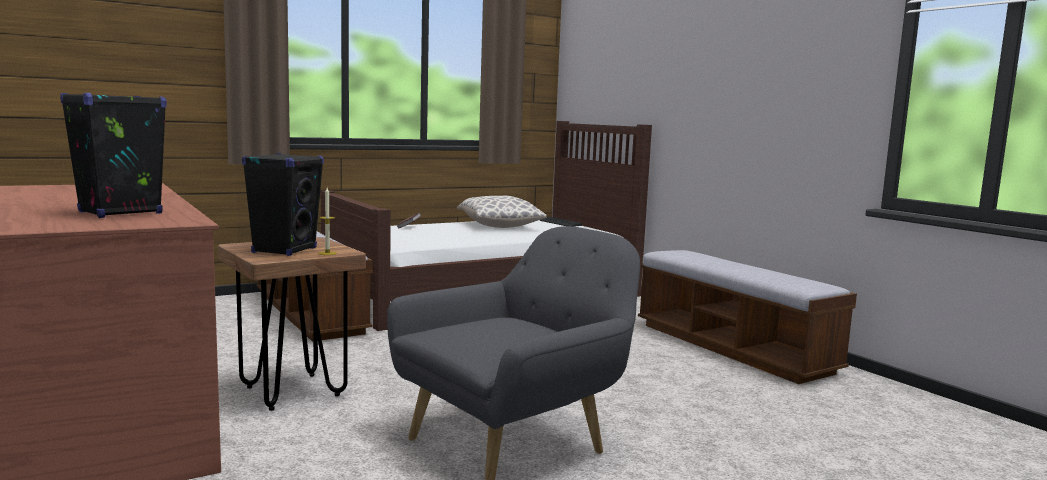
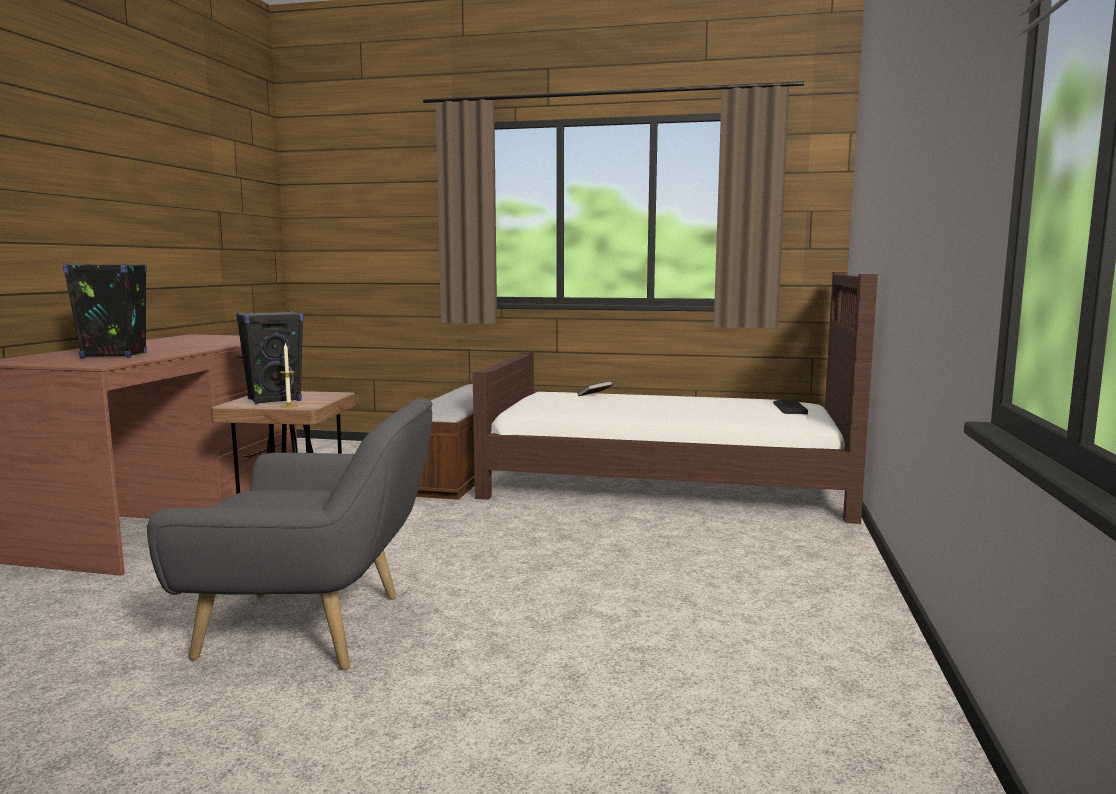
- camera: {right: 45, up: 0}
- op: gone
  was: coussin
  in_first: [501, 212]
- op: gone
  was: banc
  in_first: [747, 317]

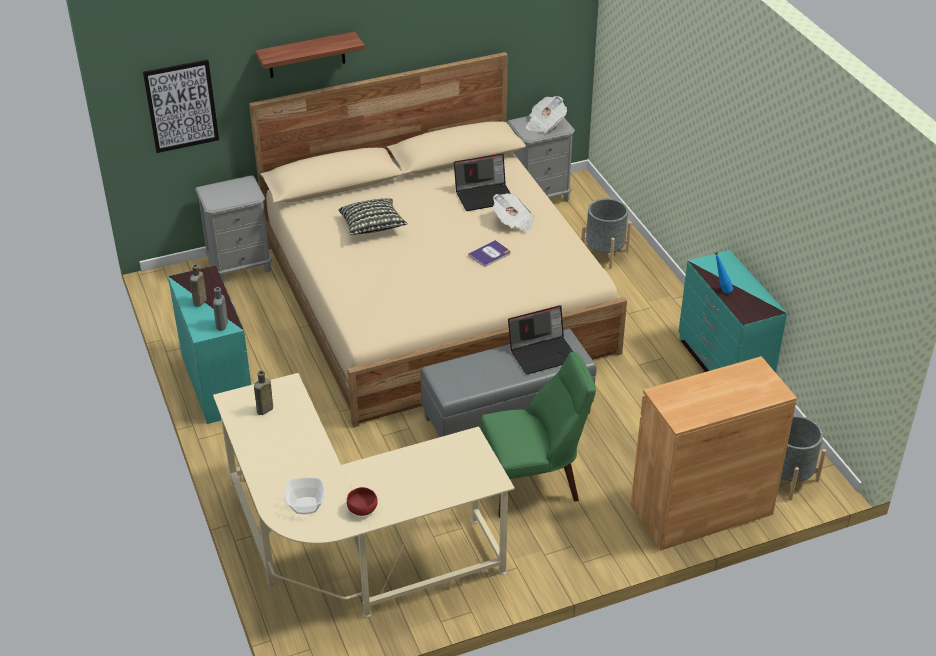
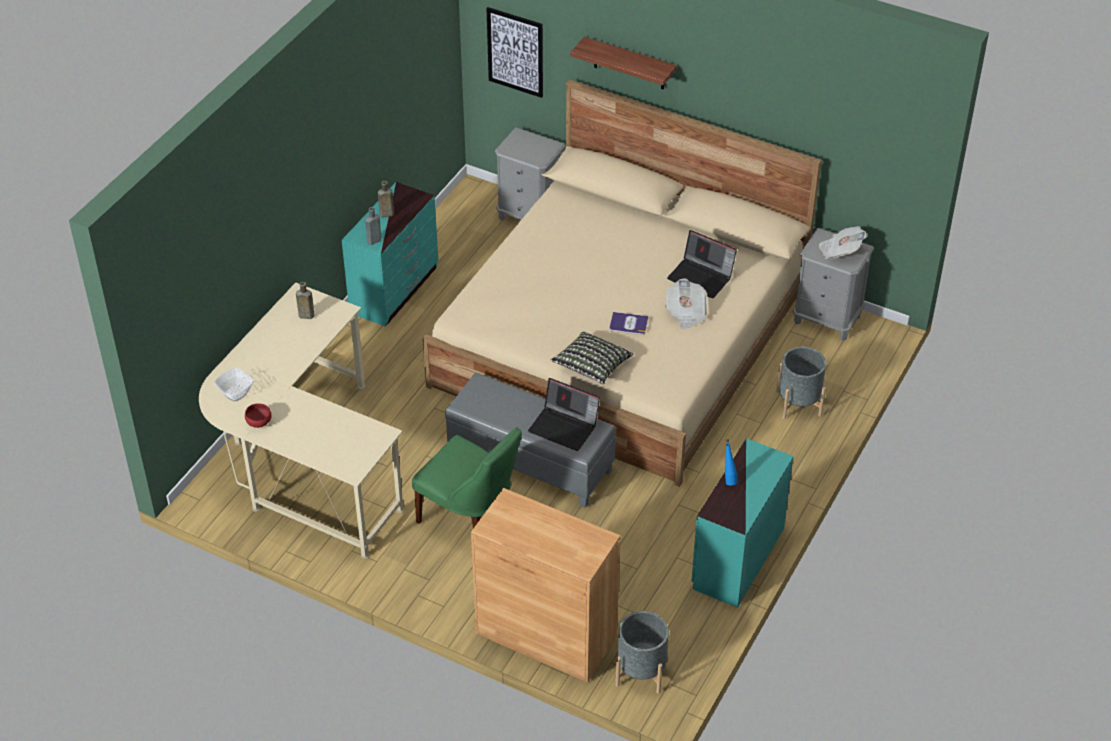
- camera: {right: 50, up: 5}
- op: shifted
  was: coussin
  in_first: [373, 216]
  in_second: [591, 357]

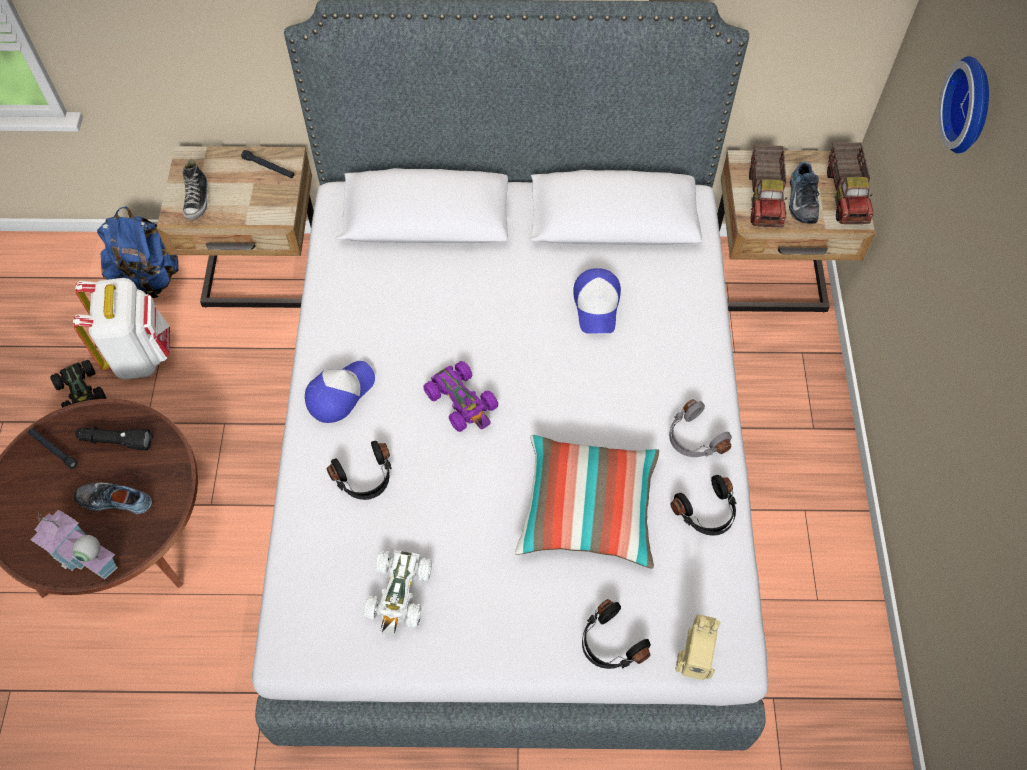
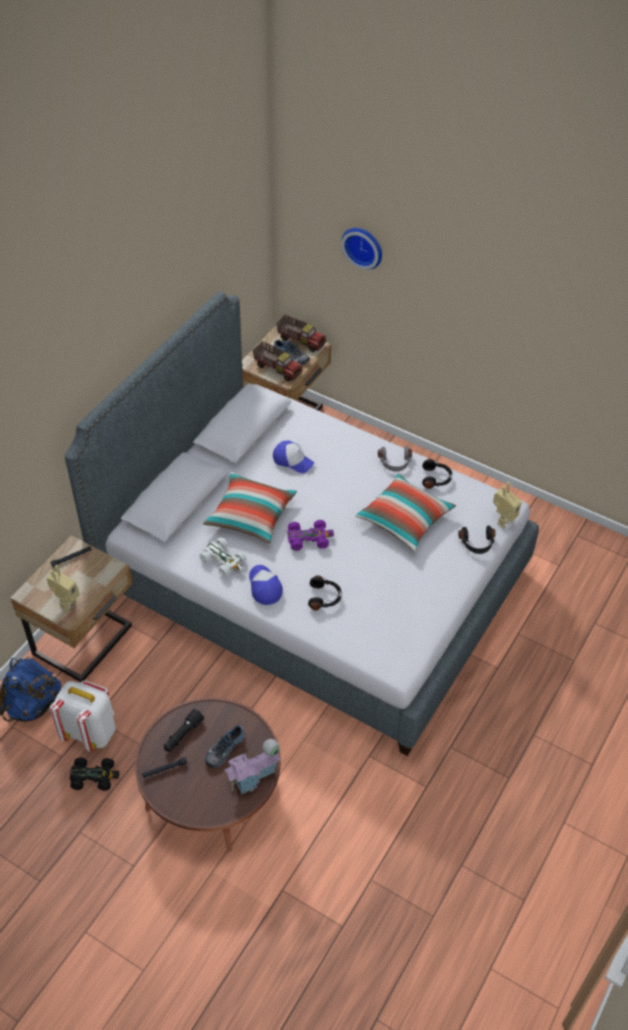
- camera: {right: -60, up: -10}
- op: swapped
  was: chaussure
  now: robot jouet
  in_first: [194, 189]
  in_second: [63, 588]
- op: shifted
  was: petite voiture [blanc]
  in_first: [397, 593]
  in_second: [223, 557]
- op: new
  now: coussin
  in_second: [250, 507]

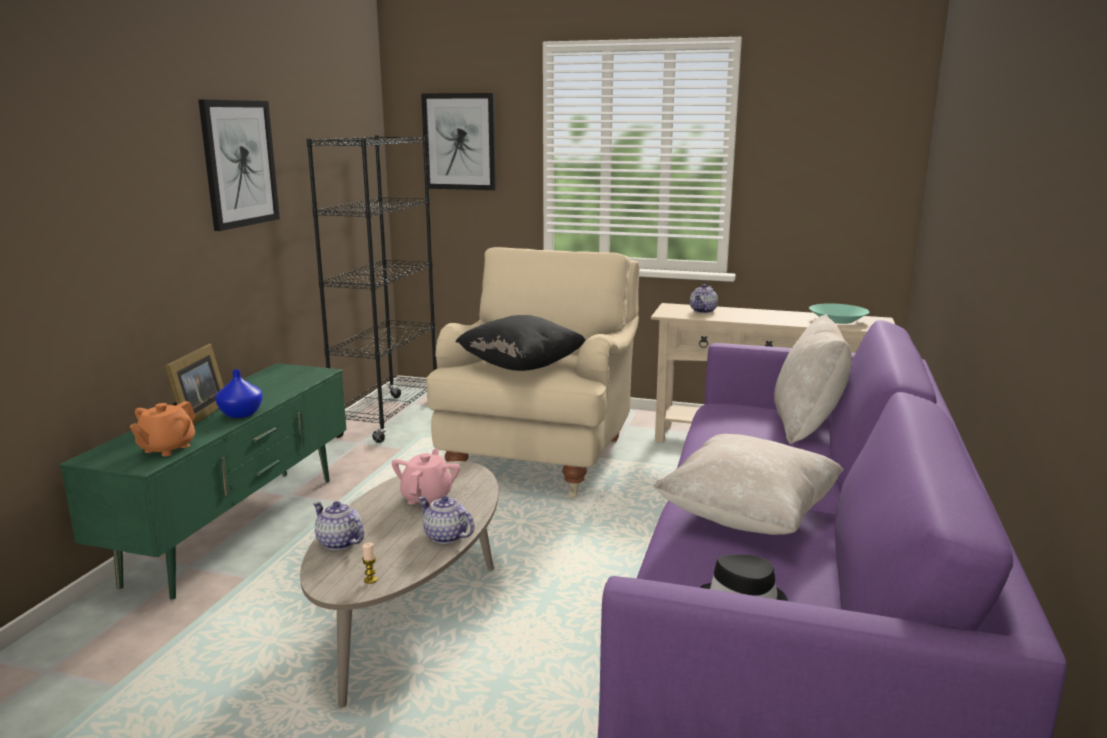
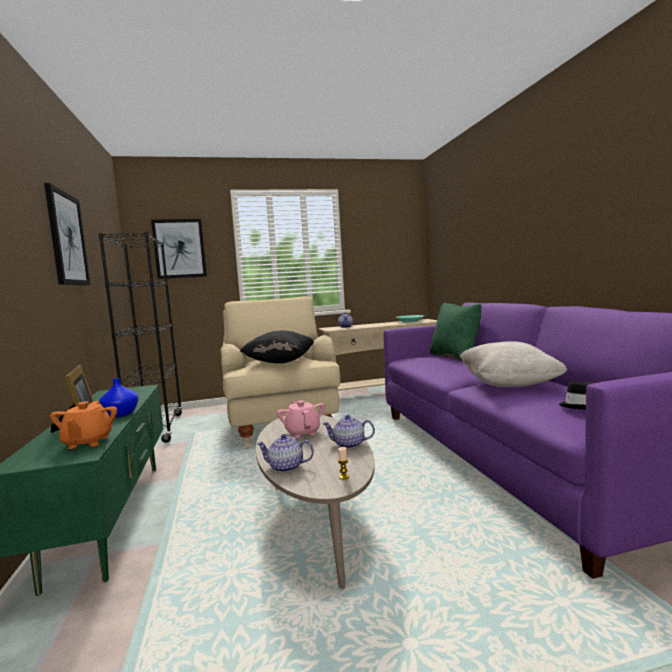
- camera: {right: -30, up: -10}
- op: repainted
  was: coussin [beige]
  now: coussin [vert]
  in_first: [813, 379]
  in_second: [456, 332]

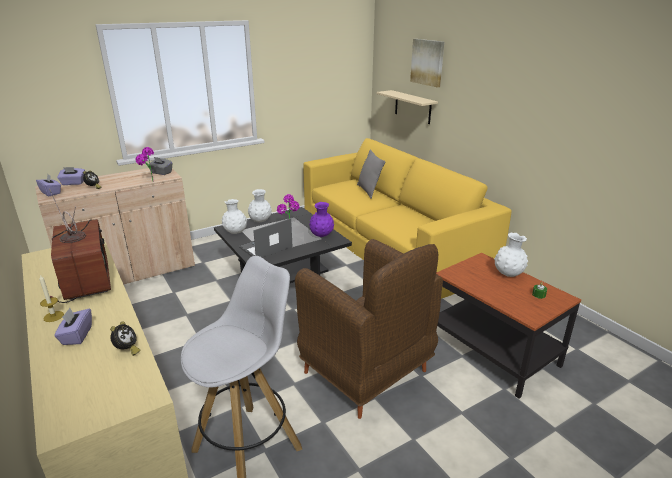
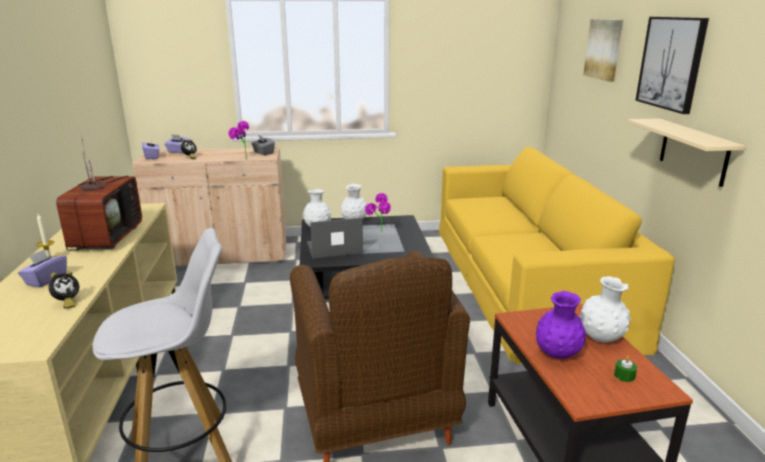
- camera: {right: 25, up: -5}
- op: shifted
  was: vase [violet]
  in_first: [321, 219]
  in_second: [561, 325]
- op: gone
  was: coussin [gris]
  in_first: [371, 174]
- op: shifted
  was: étagère [beige]
  in_first: [407, 107]
  in_second: [687, 152]
- op: new
  now: tableau
  in_second: [672, 65]

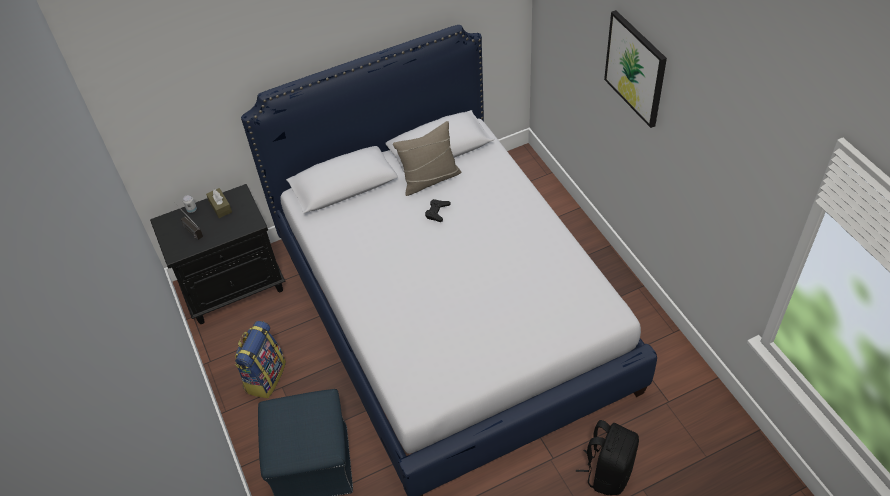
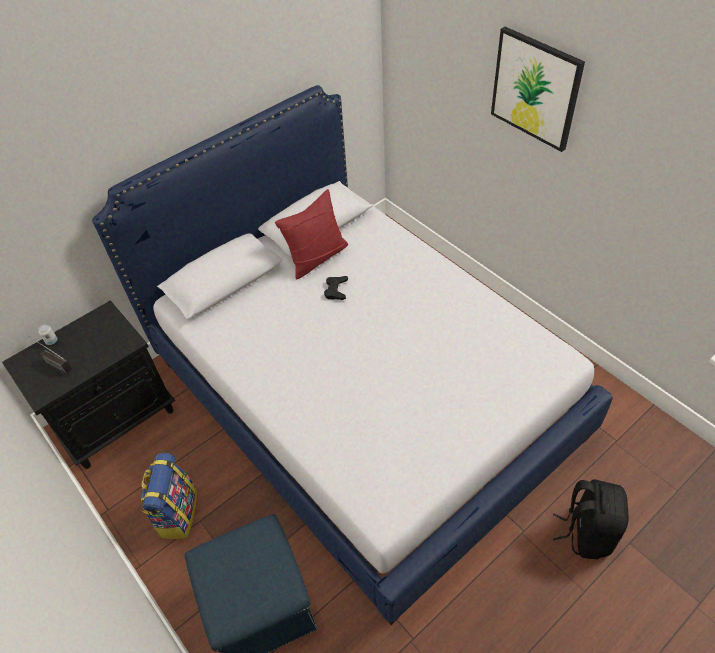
- camera: {right: -15, up: 0}
- op: gone
  was: boîte à mouchoirs [marron]
  in_first: [219, 203]
- op: repainted
  was: coussin [beige]
  now: coussin [rouge]
  in_first: [427, 158]
  in_second: [311, 234]

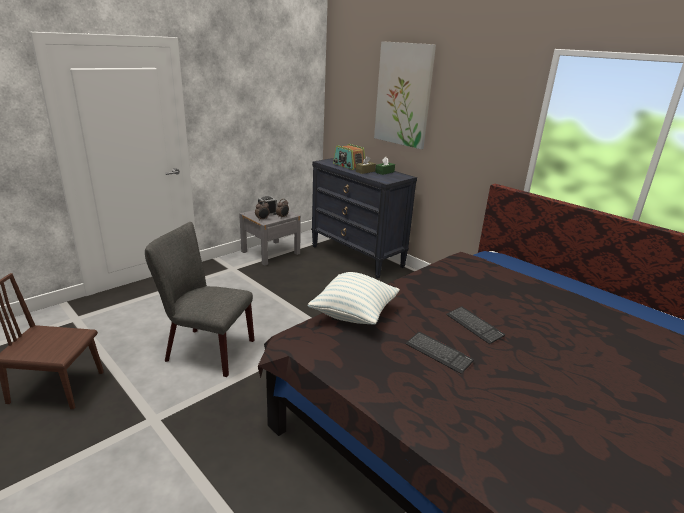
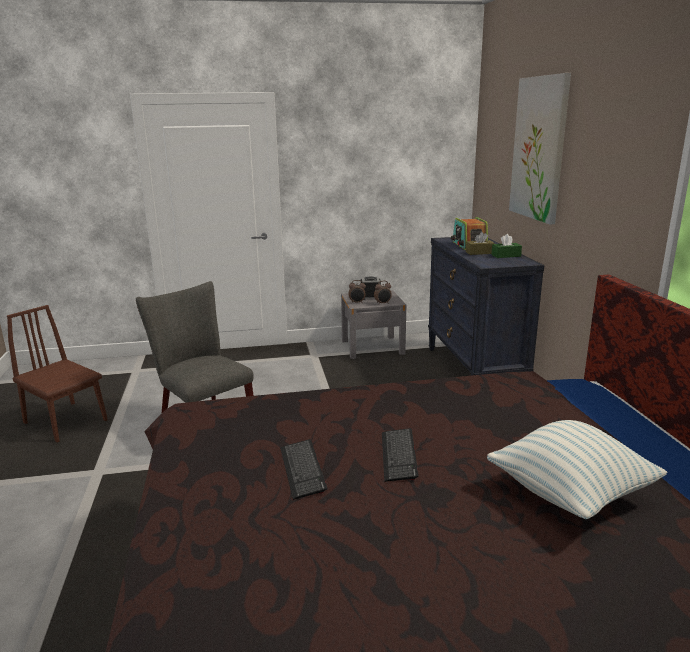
- camera: {right: 35, up: -5}
- op: shifted
  was: coussin
  in_first: [354, 298]
  in_second: [577, 469]

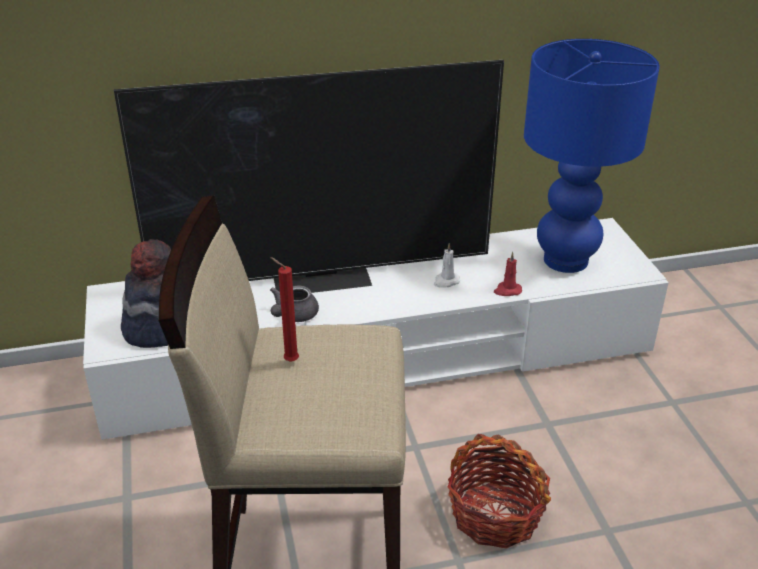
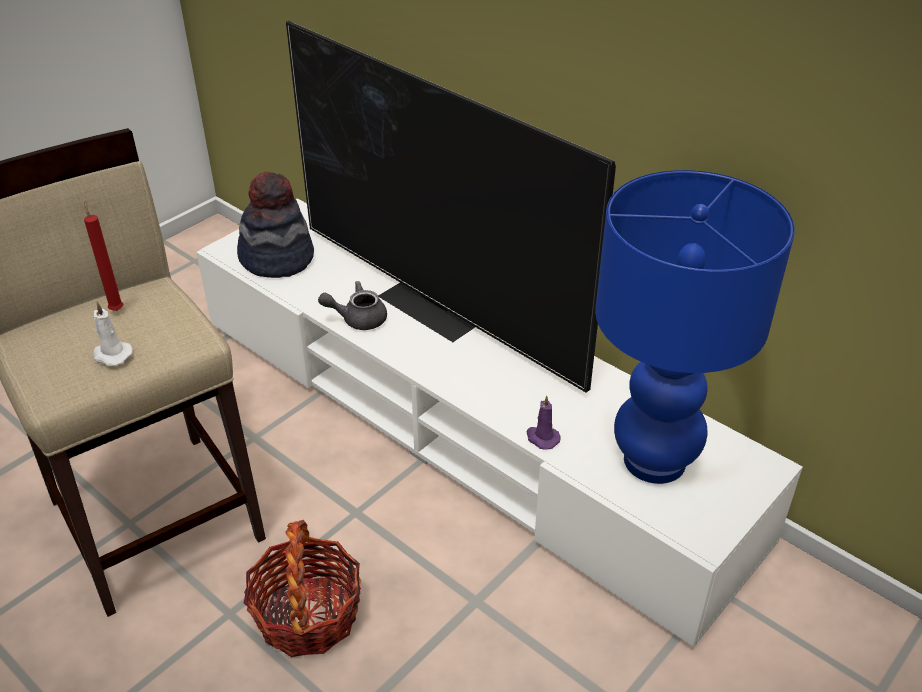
- camera: {right: 55, up: 5}
- op: shifted
  was: bougie [blanc]
  in_first: [447, 265]
  in_second: [113, 334]
- op: repainted
  was: bougie [rouge]
  now: bougie [violet]
  in_first: [508, 274]
  in_second: [543, 422]

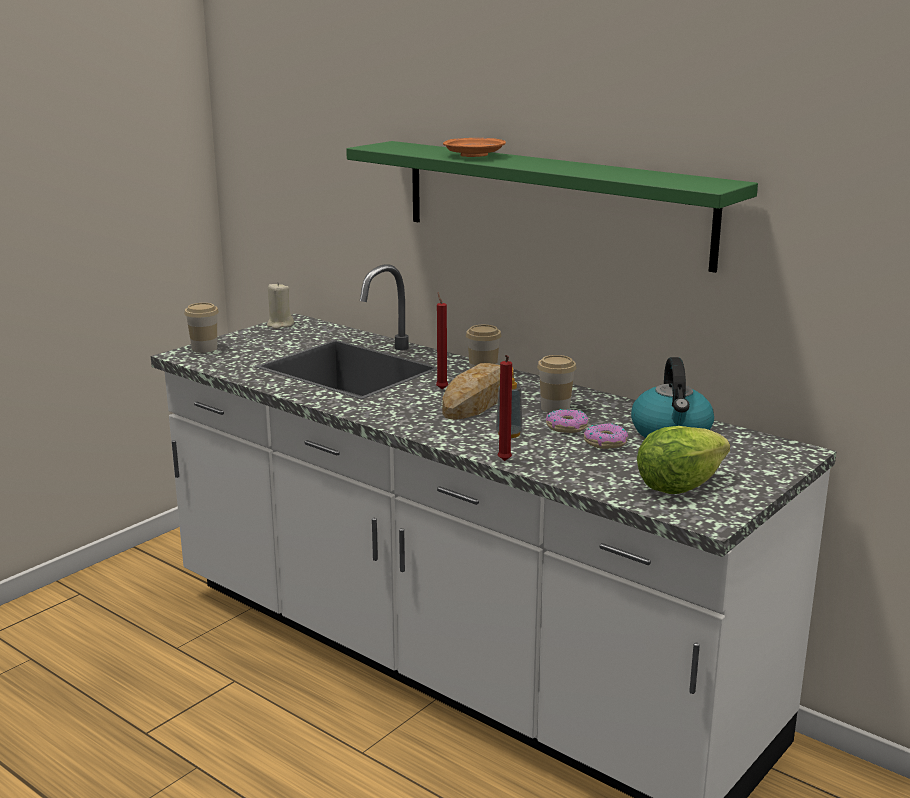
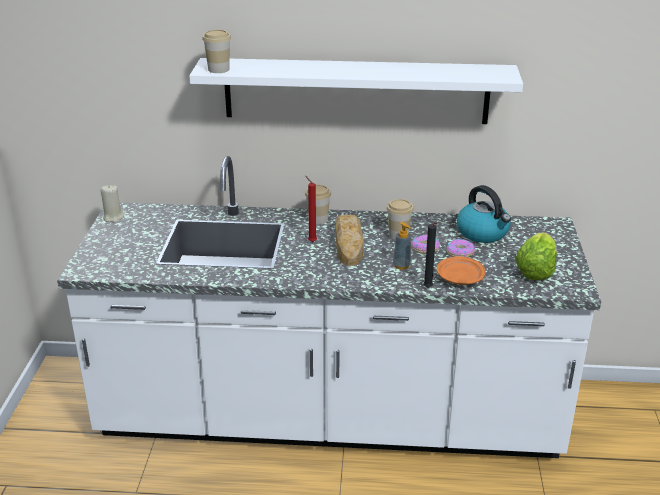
- camera: {right: -35, up: 10}
- op: shifted
  was: tasse
  in_first: [202, 328]
  in_second: [216, 51]
- op: repainted
  was: étagère [vert]
  now: étagère [blanc]
  in_first: [552, 207]
  in_second: [356, 91]
- op: shifted
  was: assiette [orange]
  in_first: [474, 147]
  in_second: [461, 270]
- op: repainted
  was: bougie [rouge]
  now: bougie [noir]
  in_first: [505, 408]
  in_second: [431, 255]

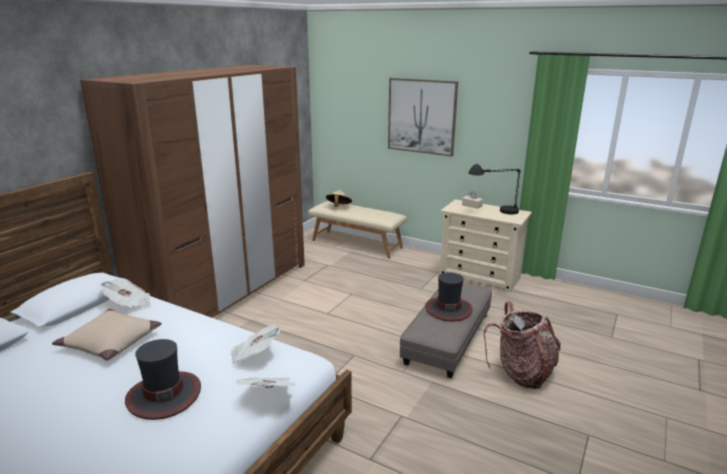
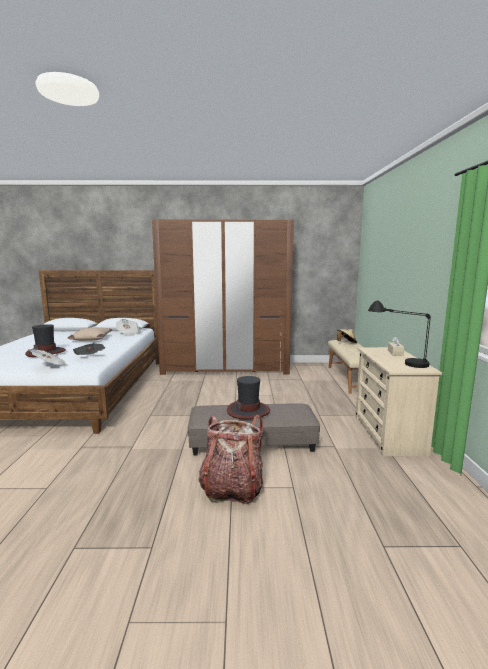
- camera: {right: 60, up: -10}
- op: gone
  was: tableau
  in_first: [423, 117]

